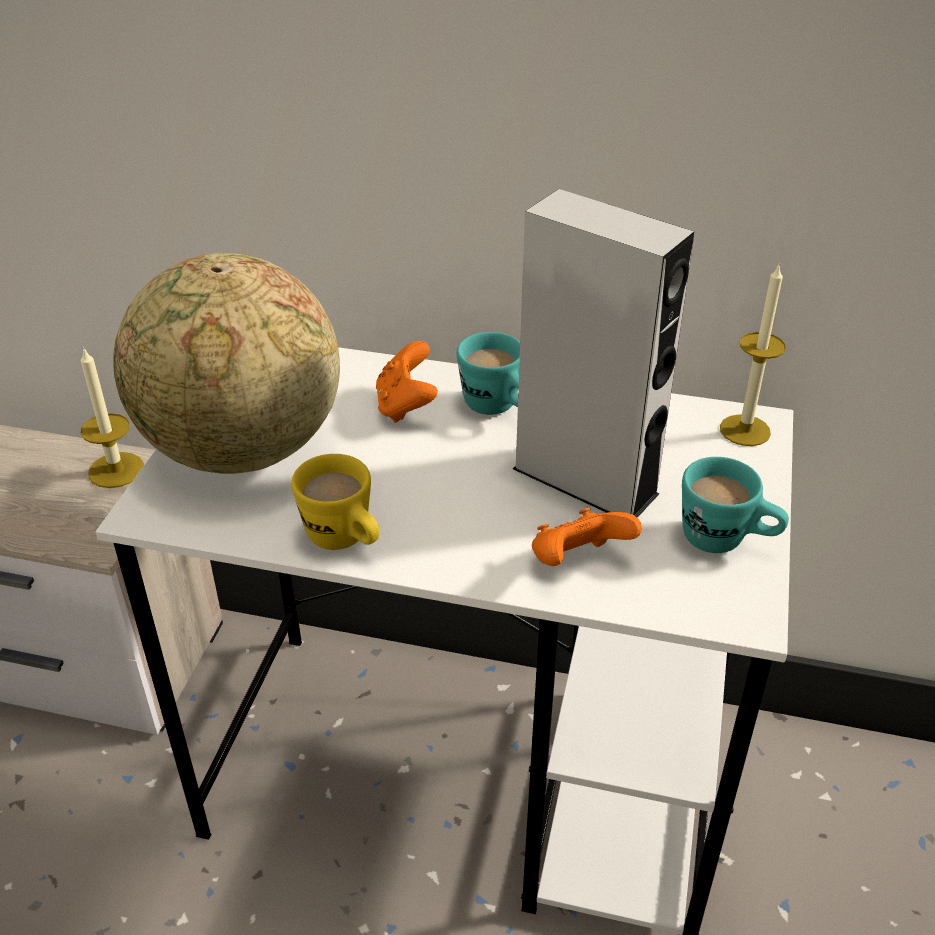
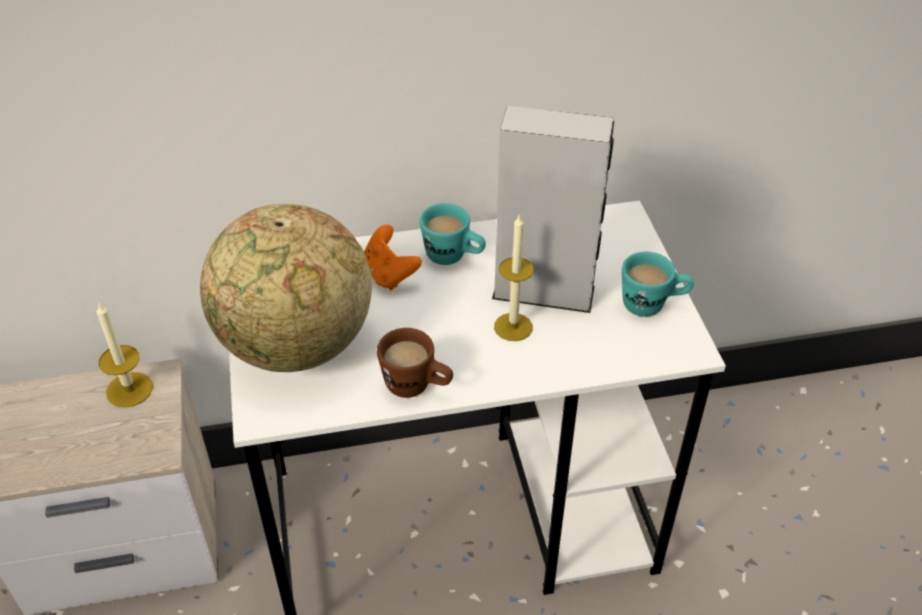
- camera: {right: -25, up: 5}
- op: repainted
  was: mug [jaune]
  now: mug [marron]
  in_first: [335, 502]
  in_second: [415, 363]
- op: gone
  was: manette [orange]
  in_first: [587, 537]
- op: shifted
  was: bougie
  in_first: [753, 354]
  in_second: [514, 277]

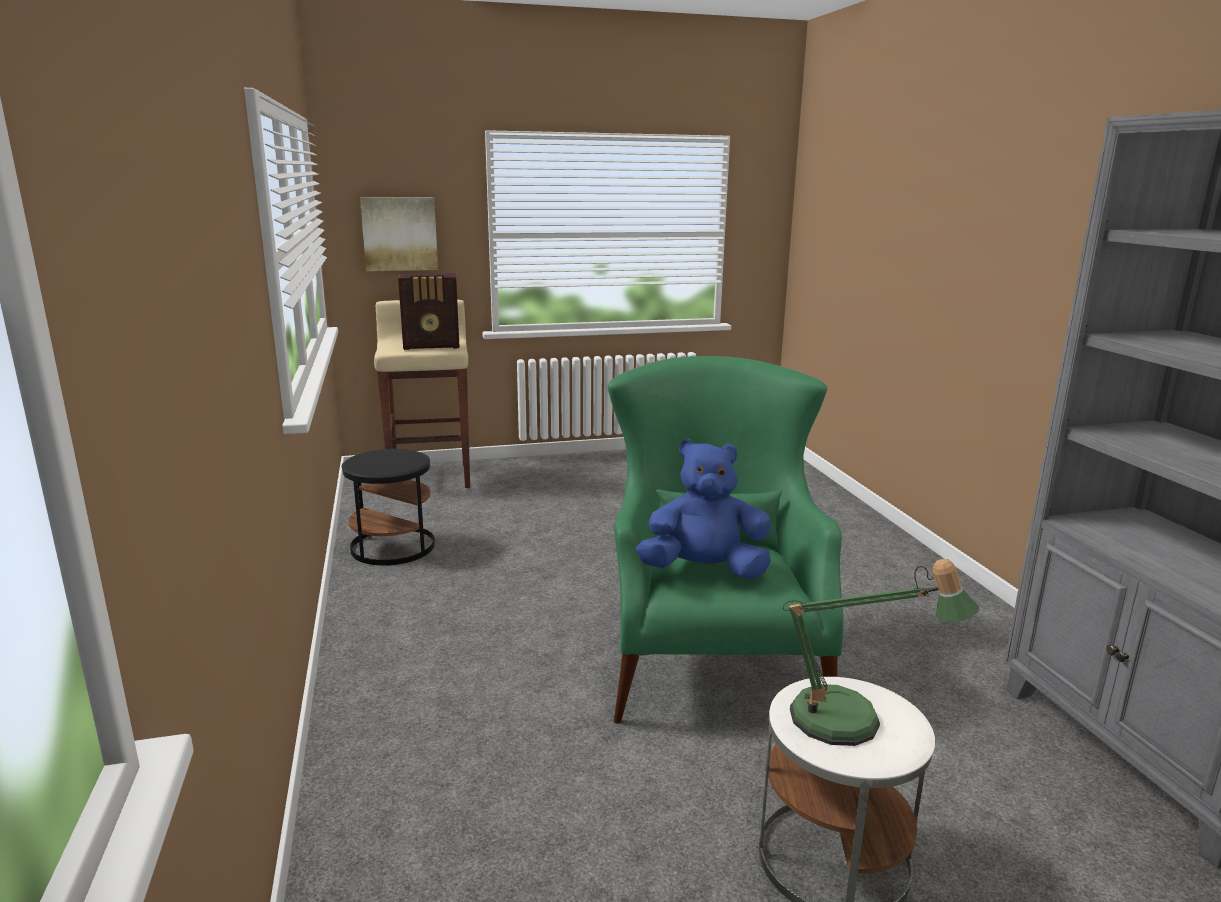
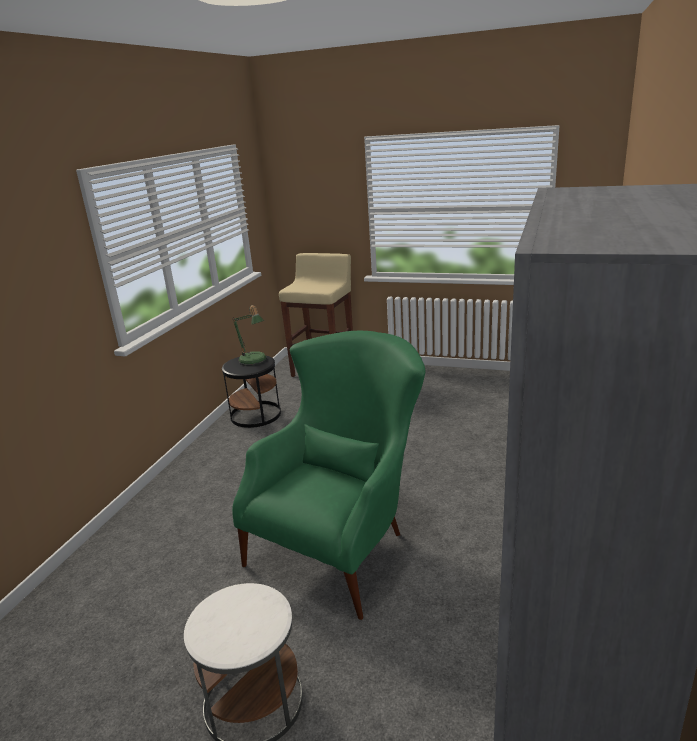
- camera: {right: 35, up: 5}
- op: gone
  was: tableau
  in_first: [399, 234]
- op: gone
  was: radio
  in_first: [429, 311]
- op: gone
  was: peluche [bleu]
  in_first: [703, 509]
- op: shifted
  was: lampe de table
  in_first: [881, 652]
  in_second: [250, 335]

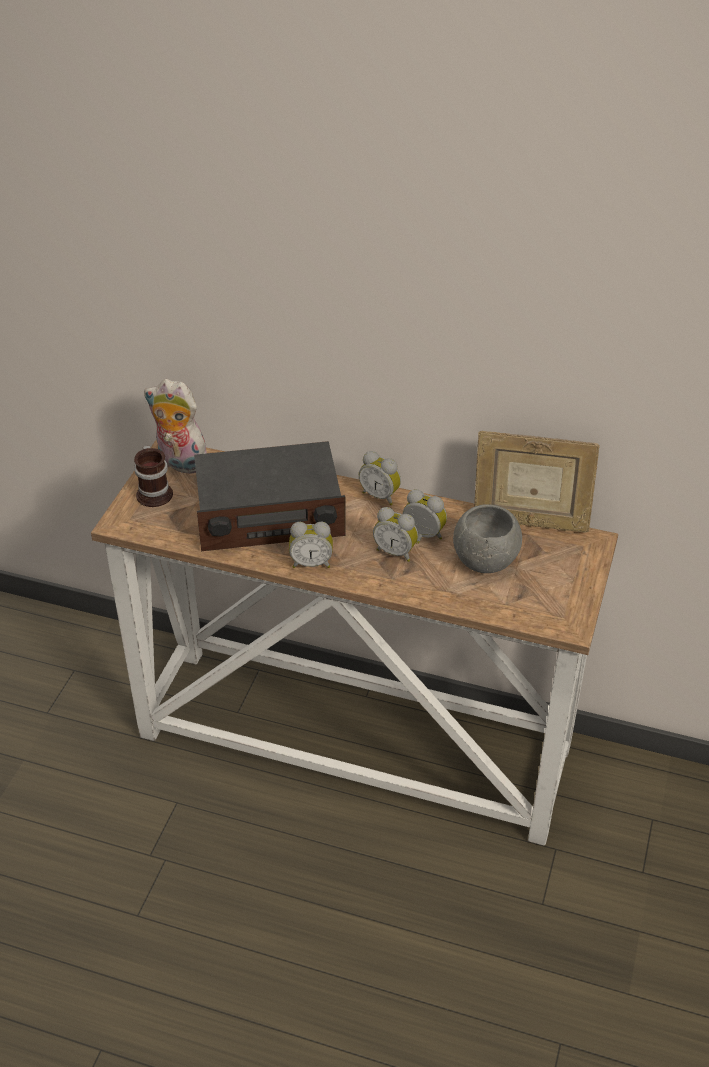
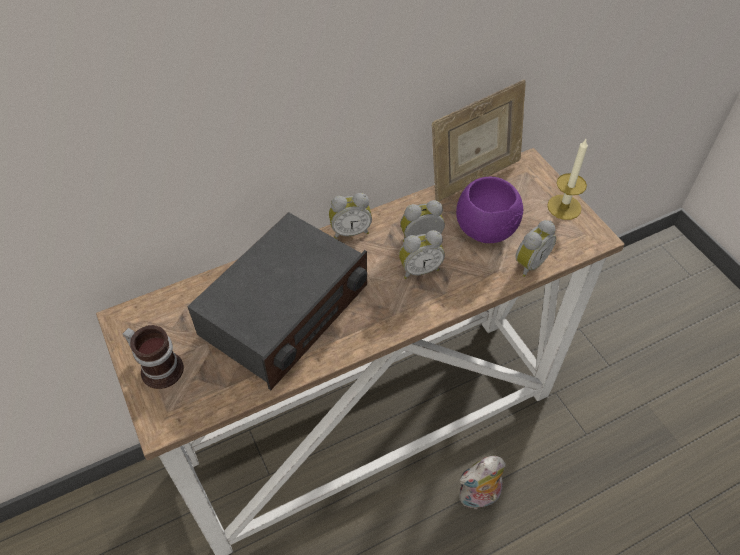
- camera: {right: -45, up: 10}
- op: shifted
  was: peluche
  in_first: [175, 427]
  in_second: [482, 482]
- op: shifted
  was: réveil
  in_first: [311, 545]
  in_second: [535, 248]
- op: repainted
  was: bol [gris]
  now: bol [violet]
  in_first: [487, 538]
  in_second: [489, 210]
- op: new
  now: bougie
  in_second: [567, 179]

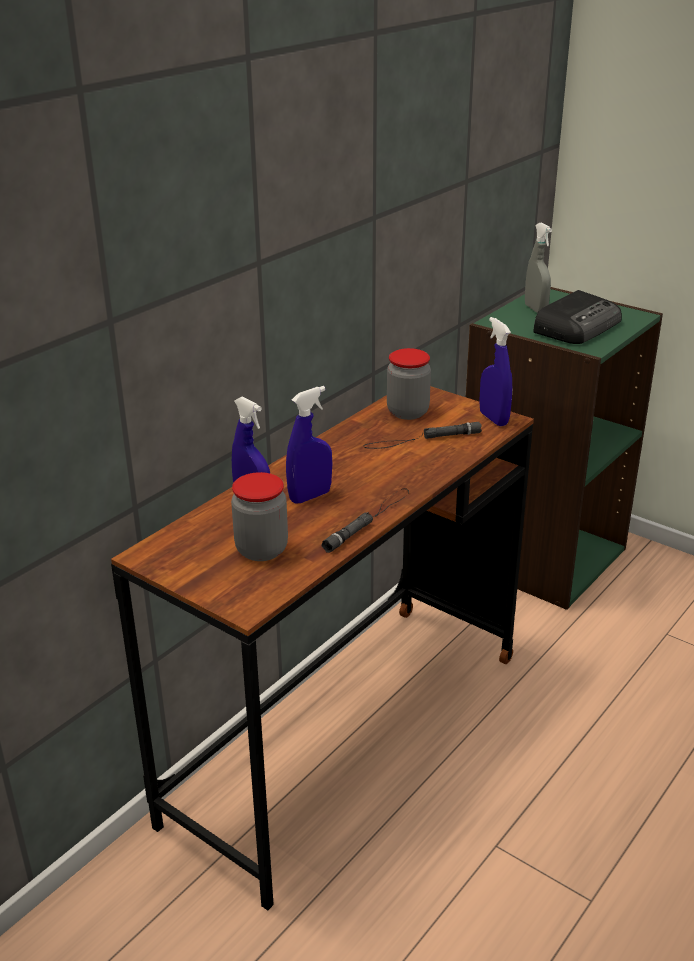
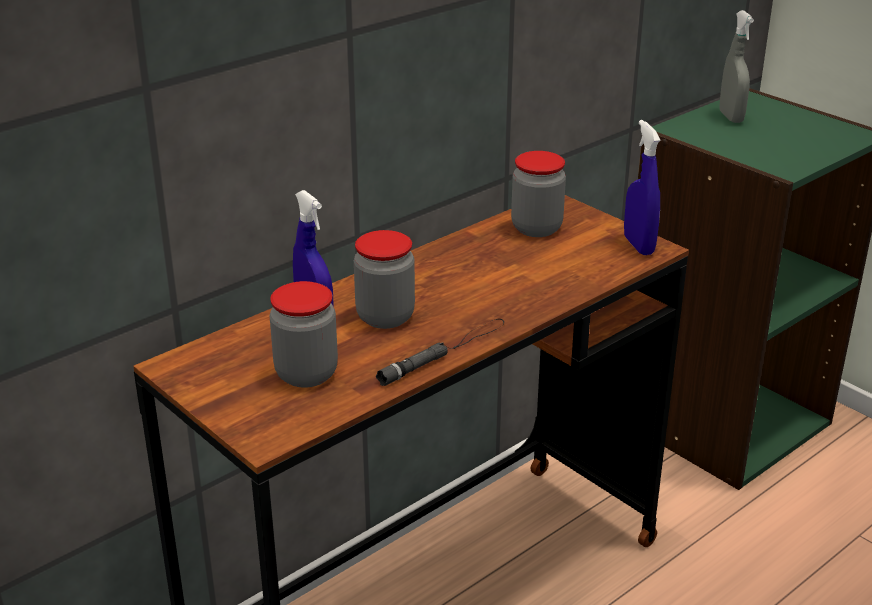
- camera: {right: 10, up: 0}
- op: swapped
  was: vaporisateur [bleu]
  now: bocal
  in_first: [309, 445]
  in_second: [384, 279]
- op: gone
  was: lampe de poche [noir]
  in_first: [423, 435]
- op: gone
  was: radio
  in_first: [577, 317]

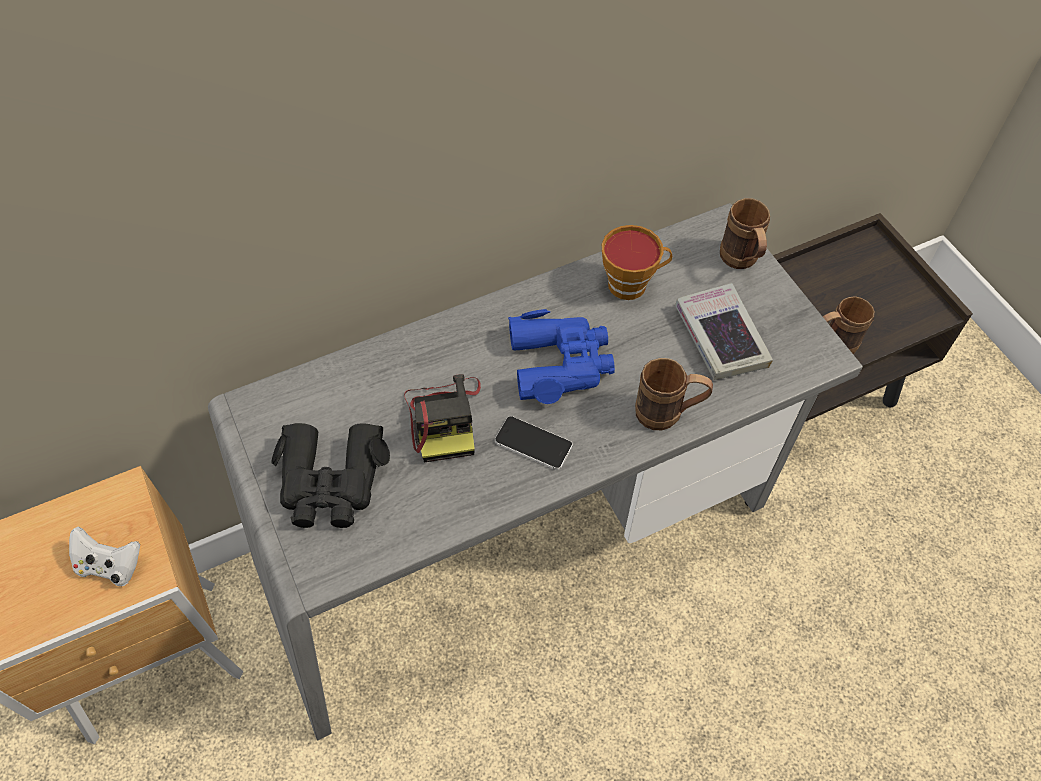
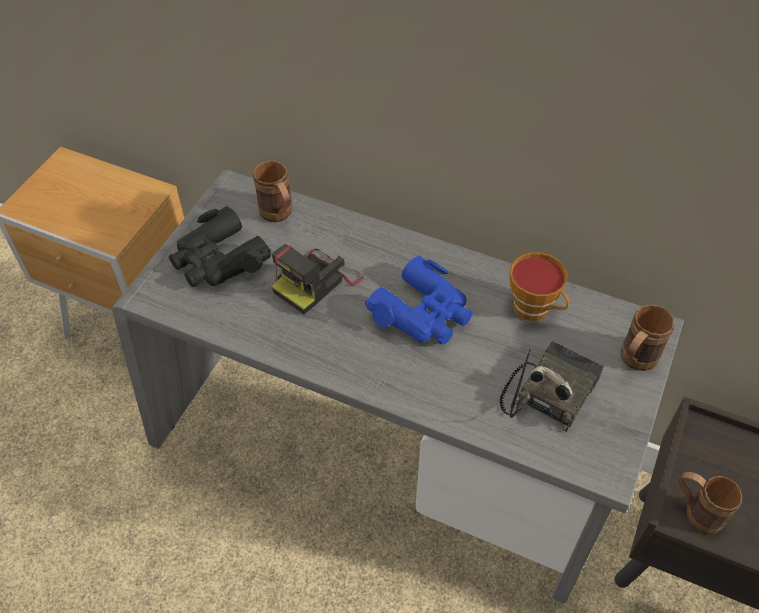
- camera: {right: 50, up: -5}
- op: gone
  was: manette [blanc]
  in_first: [104, 556]
- op: gone
  was: téléphone
  in_first: [534, 443]
- op: shifted
  was: mug [marron]
  in_first: [674, 394]
  in_second: [272, 191]
- op: swapped
  was: livre
  now: radio
  in_first: [724, 331]
  in_second: [551, 386]

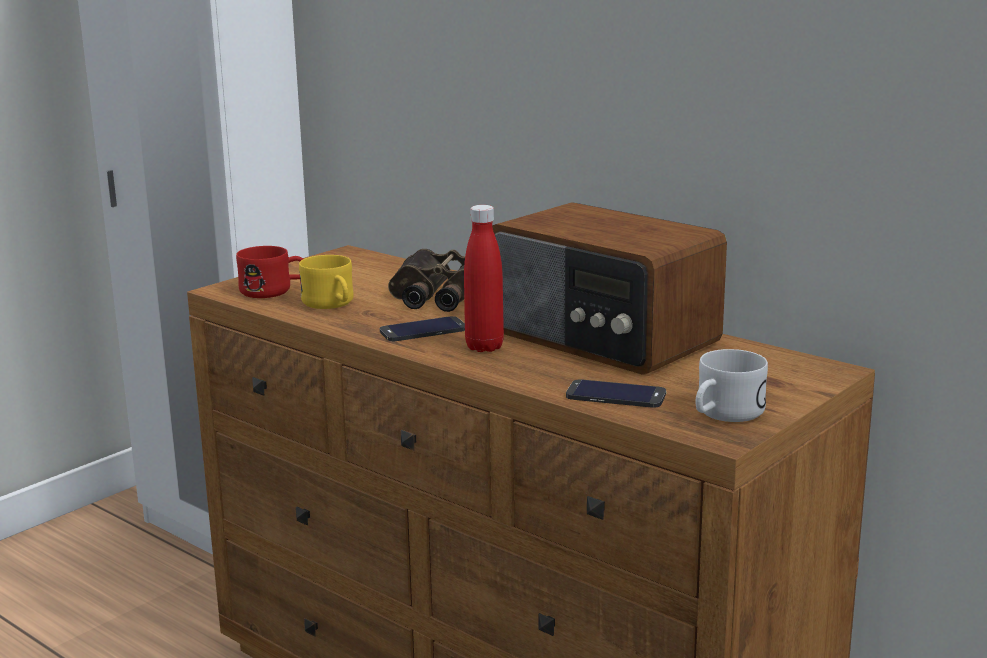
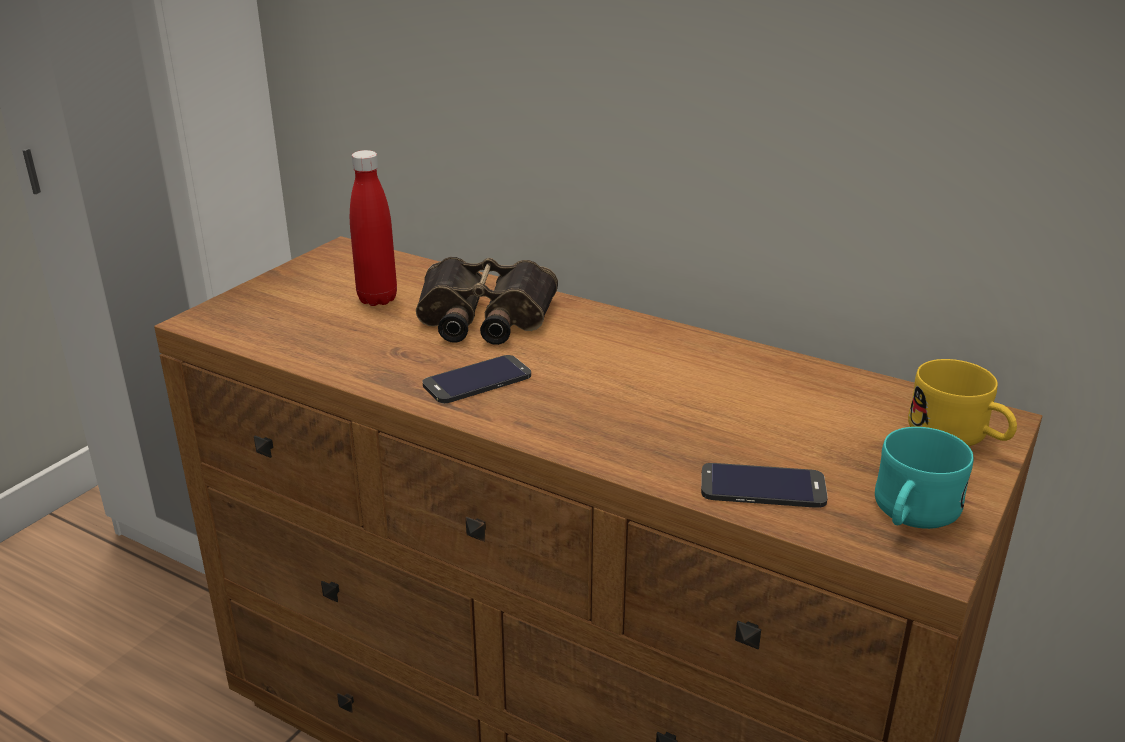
- camera: {right: -10, up: 10}
- op: gone
  was: mug [rouge]
  in_first: [270, 272]
- op: shifted
  was: mug [jaune]
  in_first: [326, 282]
  in_second: [962, 402]
- op: shifted
  was: bouteille [rouge]
  in_first: [484, 278]
  in_second: [373, 228]
- op: gone
  was: radio
  in_first: [609, 288]
- op: repainted
  was: mug [blanc]
  now: mug [turquoise]
  in_first: [731, 385]
  in_second: [924, 478]

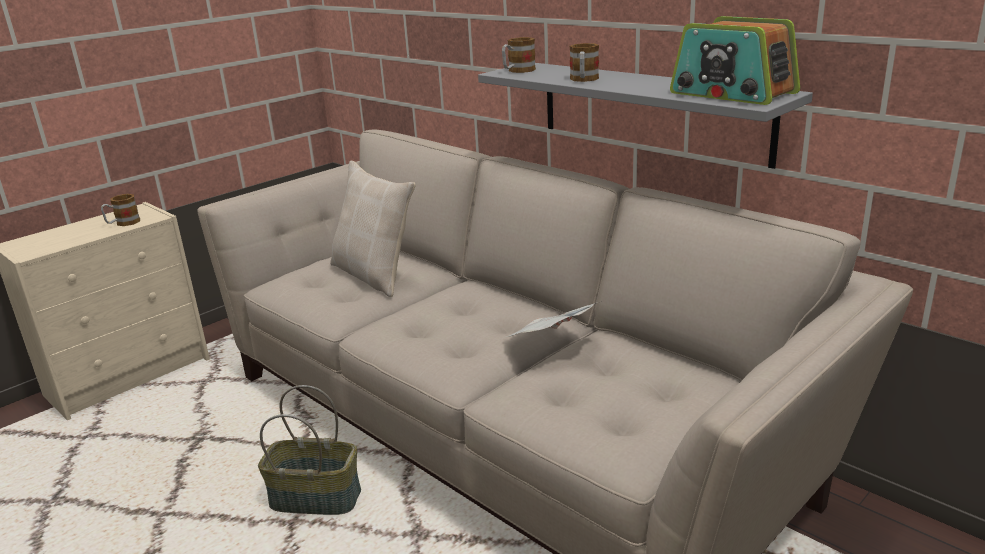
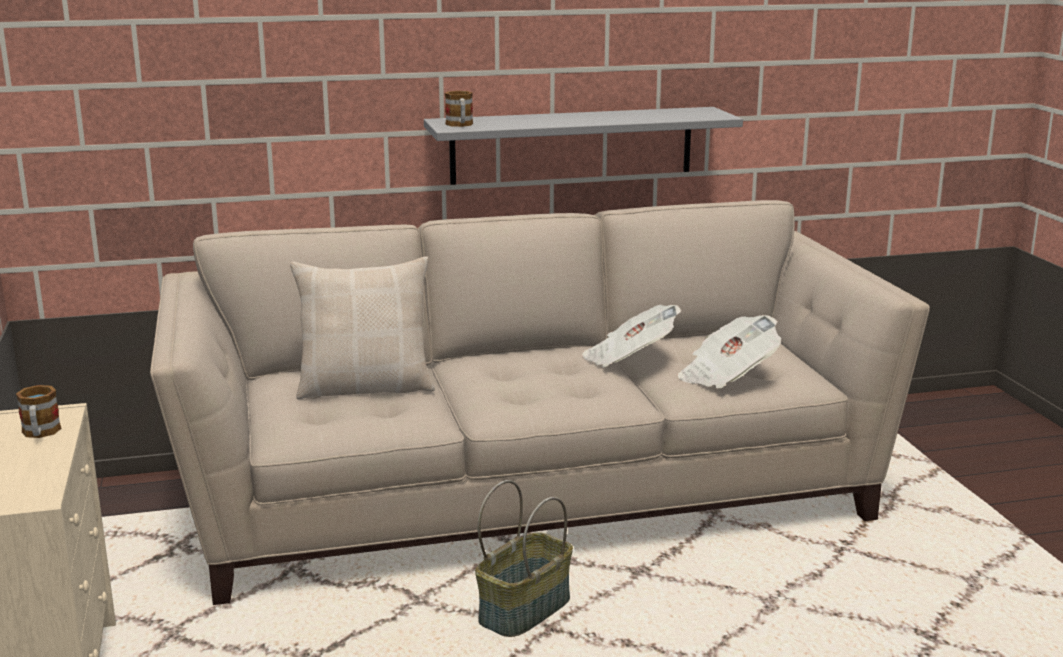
- camera: {right: -60, up: -5}
- op: gone
  was: mug
  in_first: [584, 62]
- op: gone
  was: radio
  in_first: [735, 60]
- op: new
  now: journal
  in_second: [729, 351]

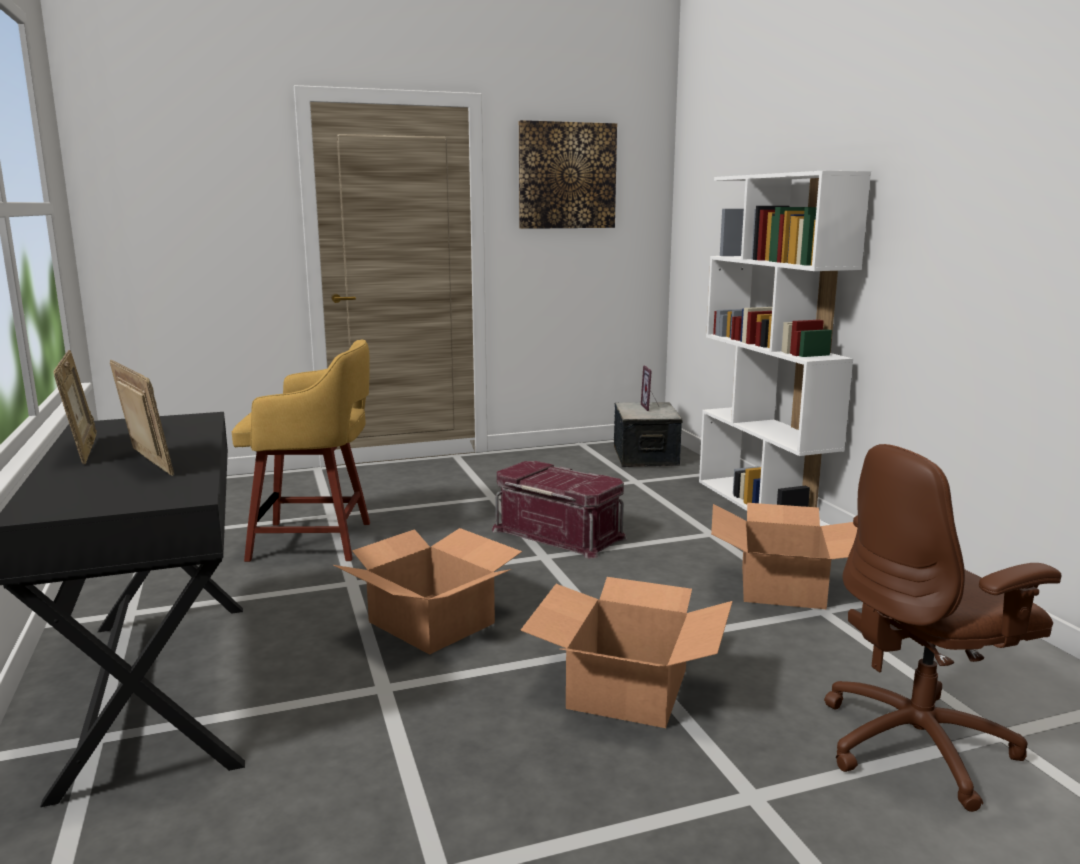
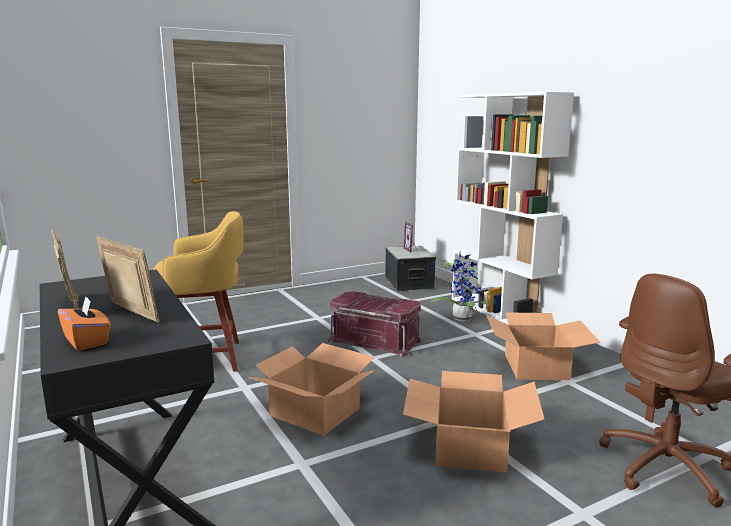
- camera: {right: -10, up: 0}
- op: gone
  was: tableau
  in_first: [568, 174]
- op: new
  now: boîte à mouchoirs [orange]
  in_second: [84, 323]
- op: new
  now: plante en pot
  in_second: [460, 287]

